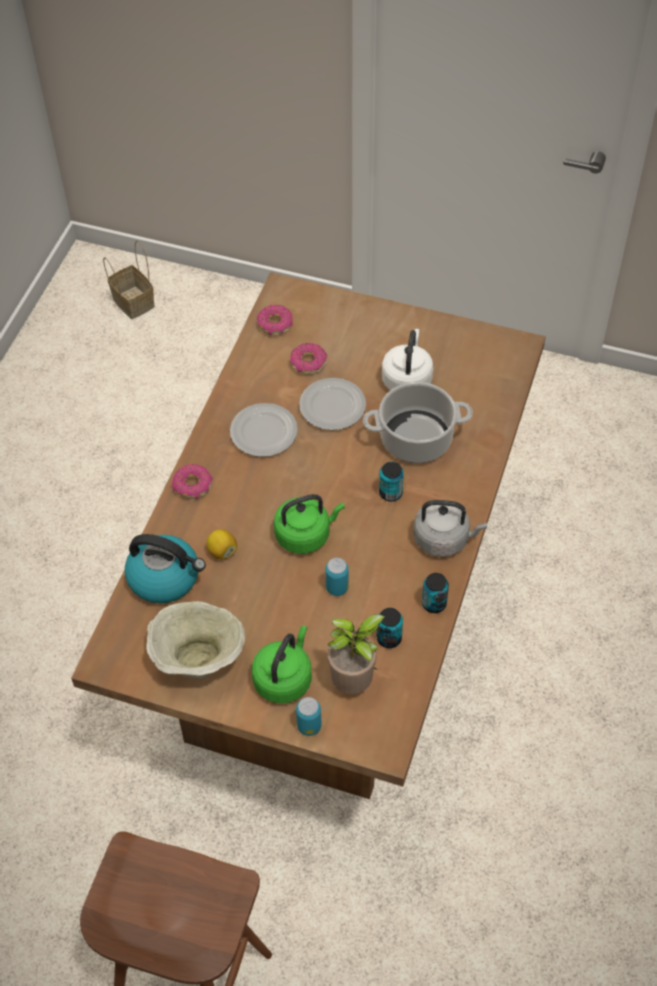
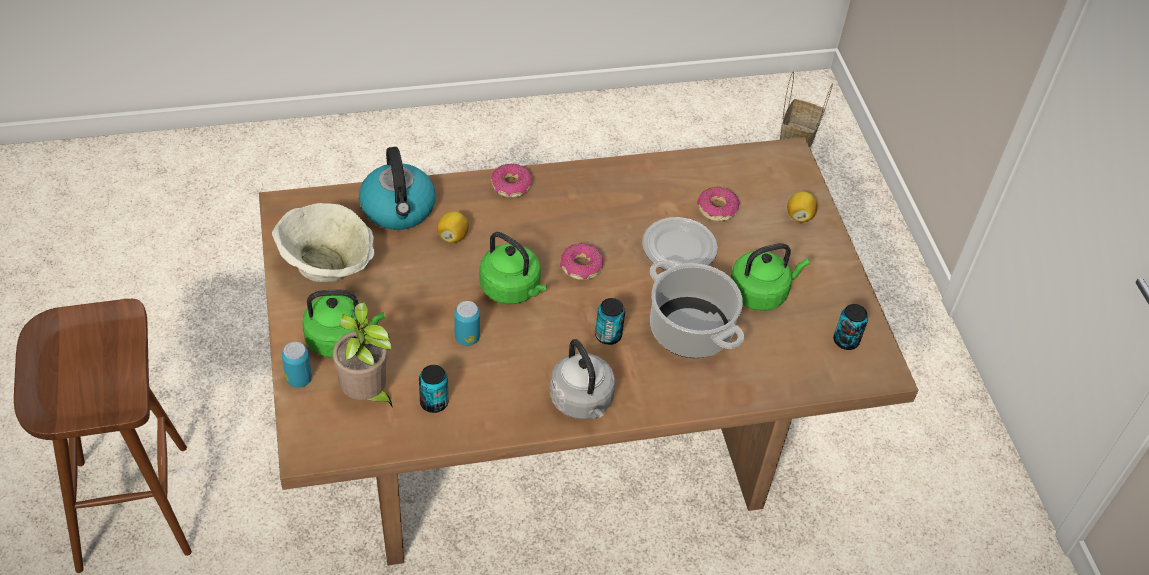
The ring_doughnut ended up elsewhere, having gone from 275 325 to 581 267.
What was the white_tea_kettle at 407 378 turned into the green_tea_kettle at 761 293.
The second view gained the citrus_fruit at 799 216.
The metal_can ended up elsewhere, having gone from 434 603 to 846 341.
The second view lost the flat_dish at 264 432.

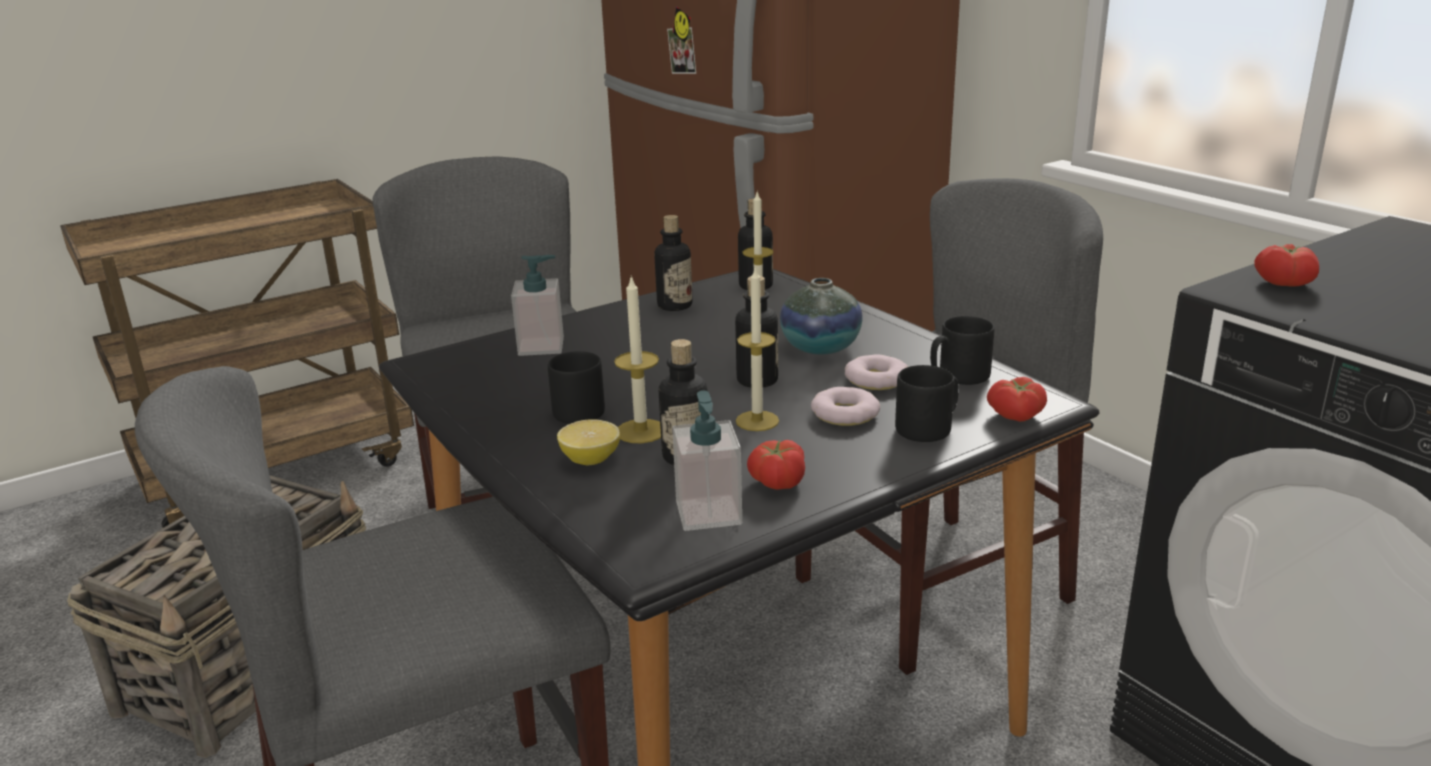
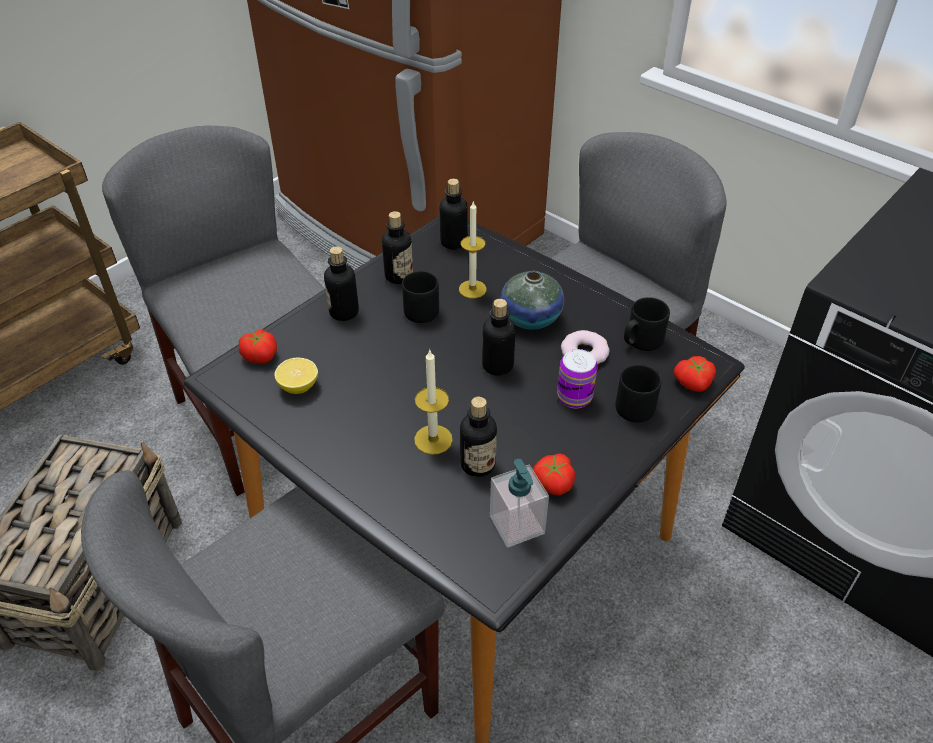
The tomato ended up elsewhere, having gone from 1285 282 to 261 355.
The citrus_fruit ended up elsewhere, having gone from 590 459 to 298 386.
The second view gained the drink_bottle at 344 312.
The black-coloured_mug ended up elsewhere, having gone from 579 410 to 420 309.
Where the ring_doughnut stood at 844 413, the metal_can came to stand at 574 397.
The second view lost the soap_bottle at 541 346.
The second view lost the wax_candle at 757 421.

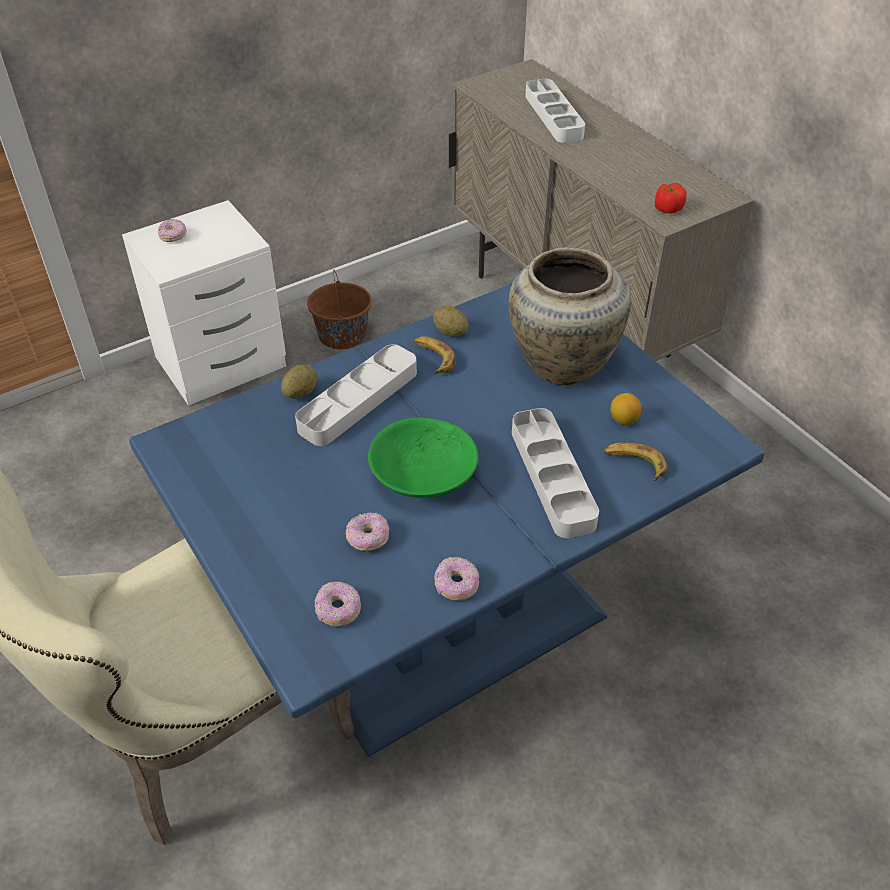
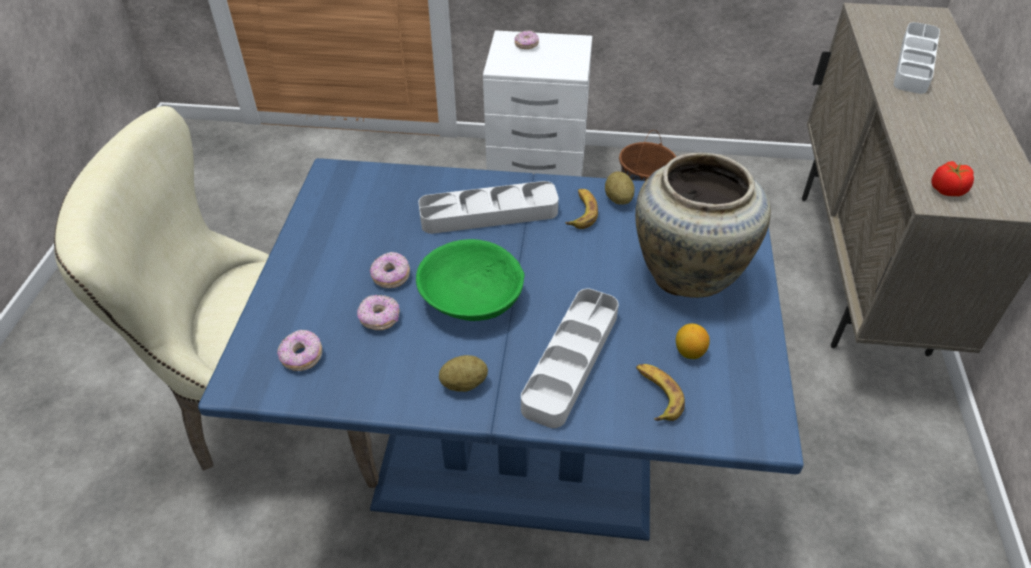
The ring_doughnut ended up elsewhere, having gone from 456 585 to 391 277.
The whole_potato ended up elsewhere, having gone from 300 392 to 464 384.

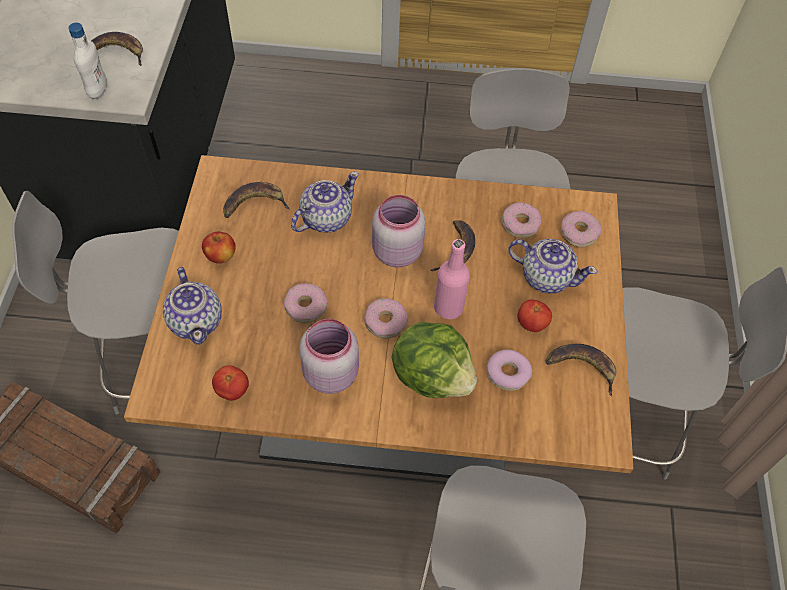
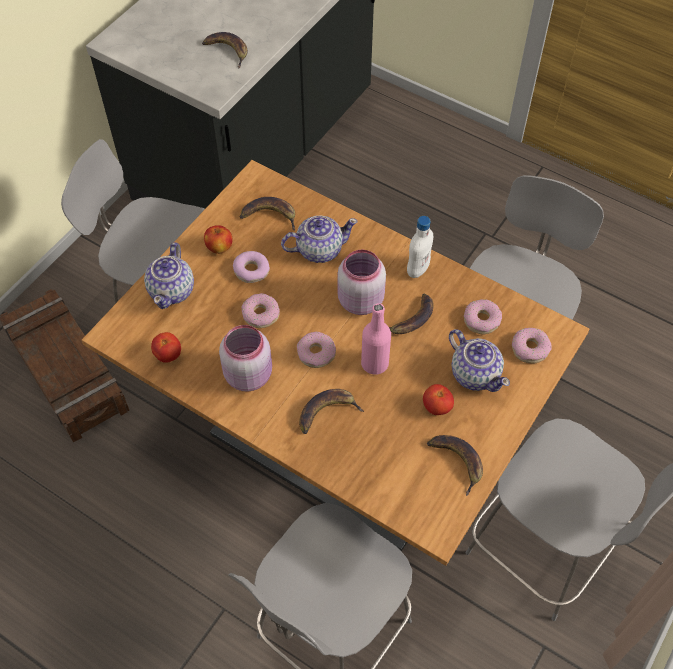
The ring_doughnut ended up elsewhere, having gone from 508 373 to 251 271.
Where the head_of_lettuce stood at 432 375, the banana_fruit came to stand at 327 412.
The white_drink_bottle ended up elsewhere, having gone from 98 91 to 417 269.

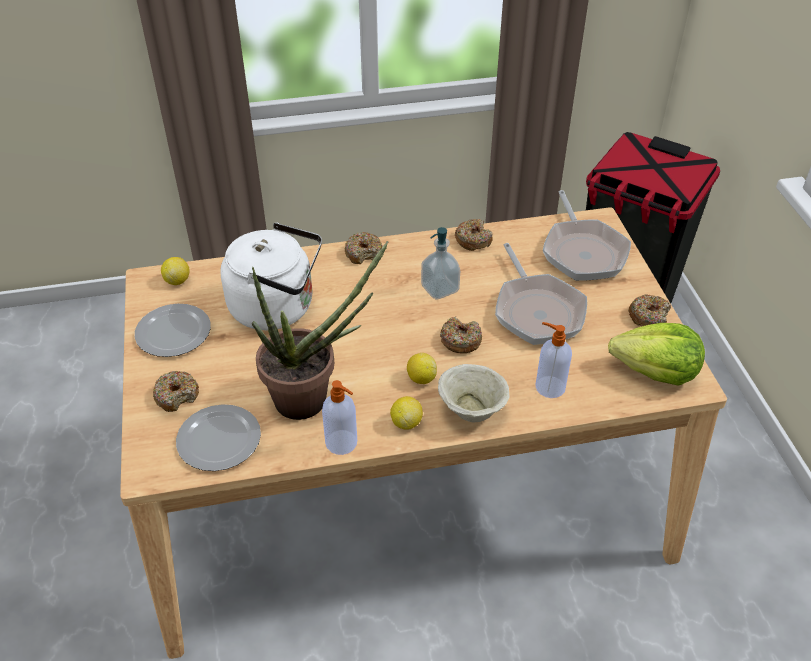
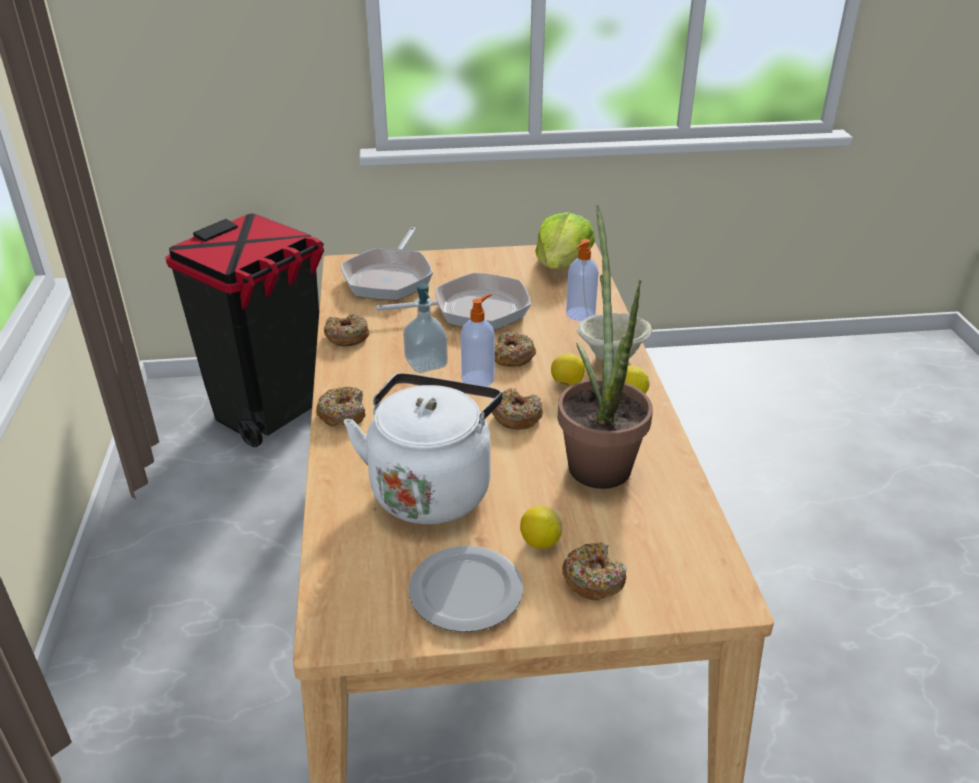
The frying_pan at 583 251 ended up facing another way, 105 degrees clockwise from before.
The soap_bottle ended up elsewhere, having gone from 342 443 to 478 379.
The ring_doughnut ended up elsewhere, having gone from 648 317 to 516 416.
The citrus_fruit ended up elsewhere, having gone from 177 280 to 540 542.
The second view lost the flat_dish at 219 441.

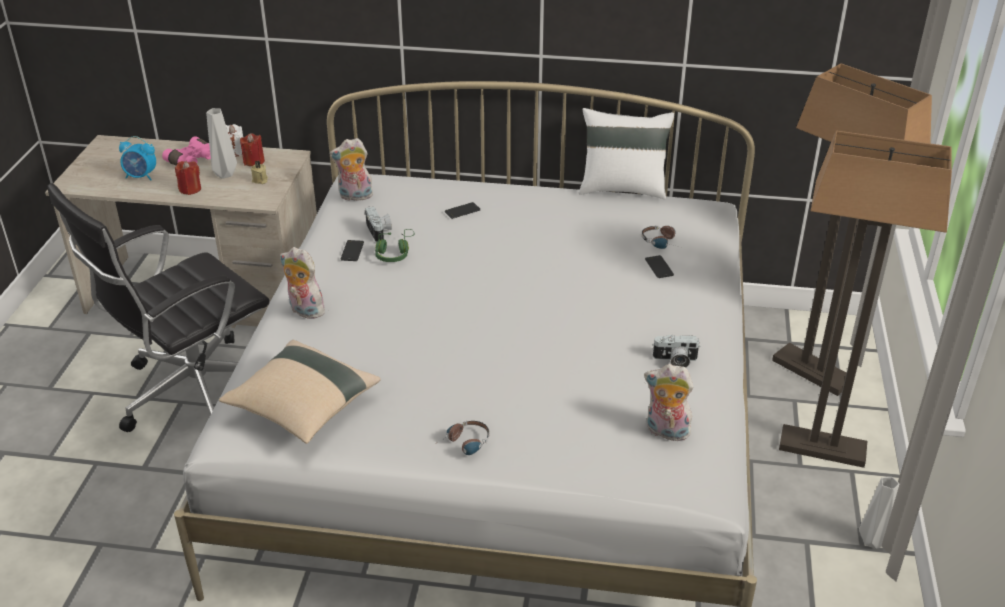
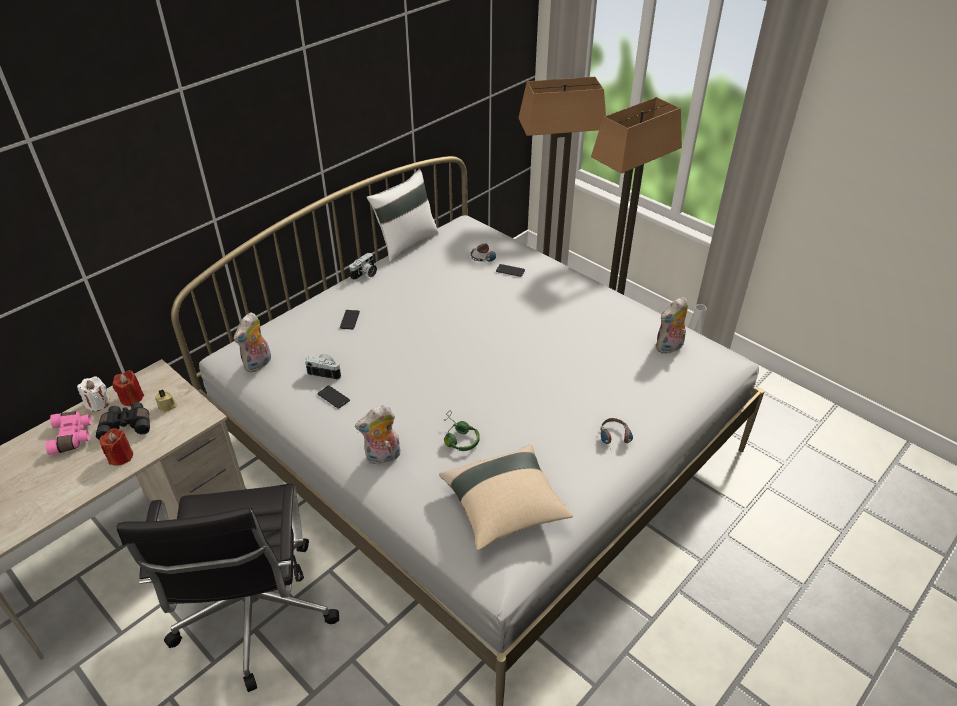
Where the gray_flower_vase stood at 223 175, the black-coloured_field_glasses came to stand at 127 425.
The photo_camera ended up elsewhere, having gone from 675 361 to 365 274.
The green_headset ended up elsewhere, having gone from 394 252 to 458 437.
The second view lost the alarm_clock at 141 176.

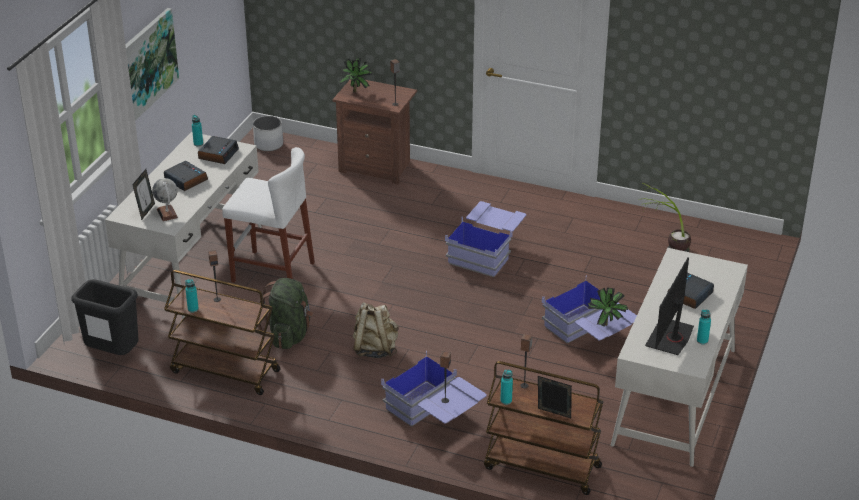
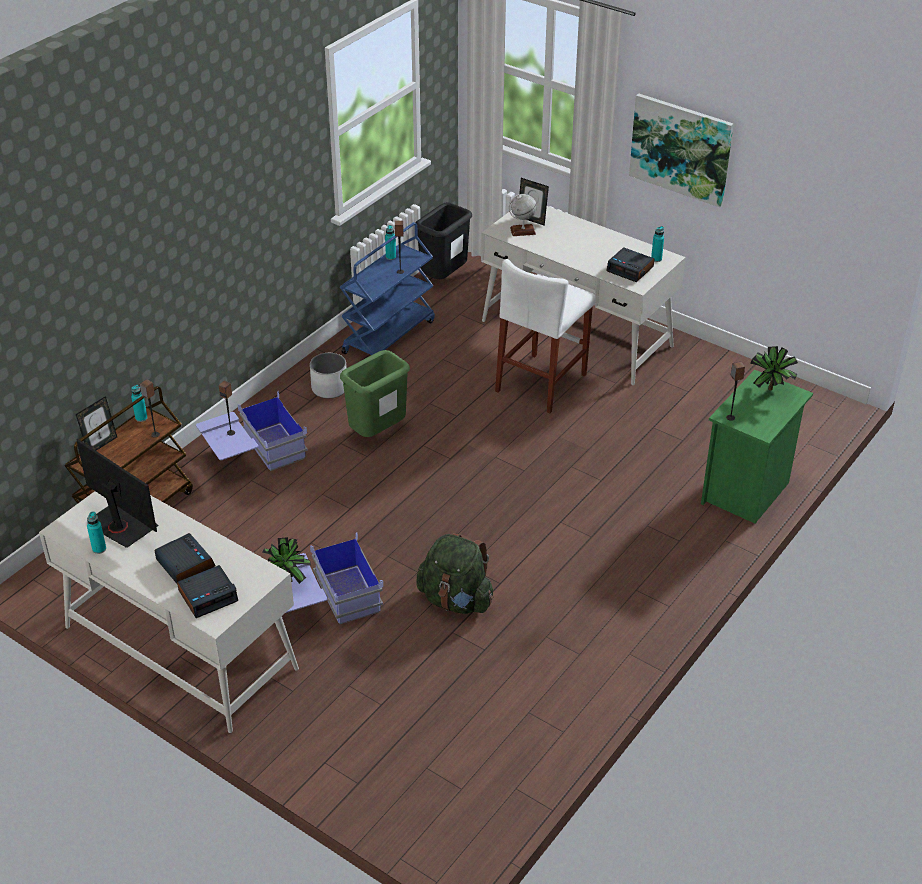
The alarm_clock ended up elsewhere, having gone from 185 180 to 208 595.
The white_plant_pot ended up elsewhere, having gone from 268 144 to 329 388.
What was the brown_wheeled_cart at 224 371 turned into the bluish_wheeled_cart at 388 336.
Where the beige-coloured_backpack stood at 375 349, the green_trash_can came to stand at 377 433.
The green_backpack ended up elsewhere, having gone from 288 335 to 456 600.
What was the brown_bedside_table at 377 167 turned into the green_bedside_table at 746 492.
The second view lost the bluish_storage_container at 486 252.
The second view lost the houseplant at 664 248.

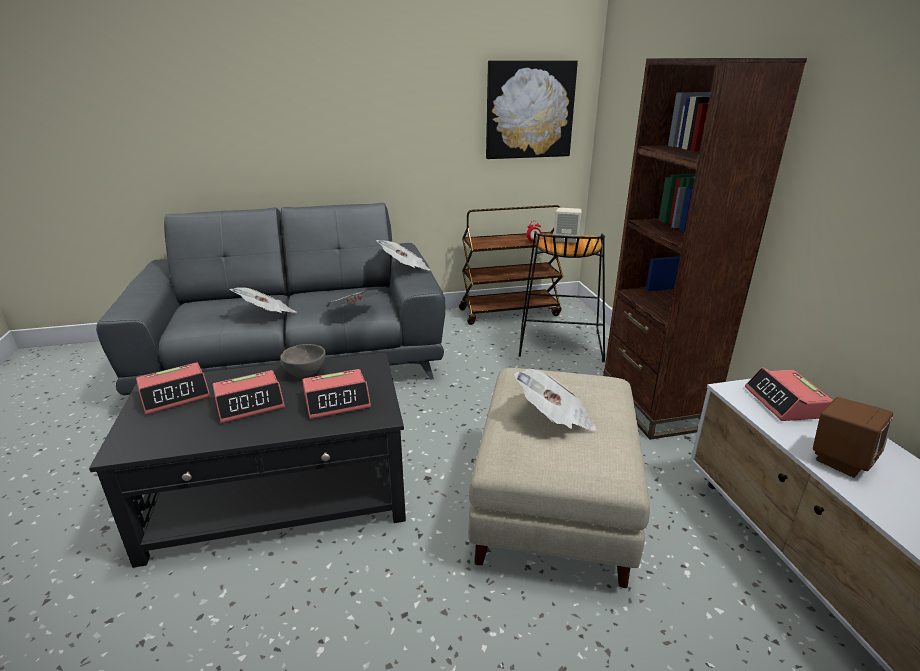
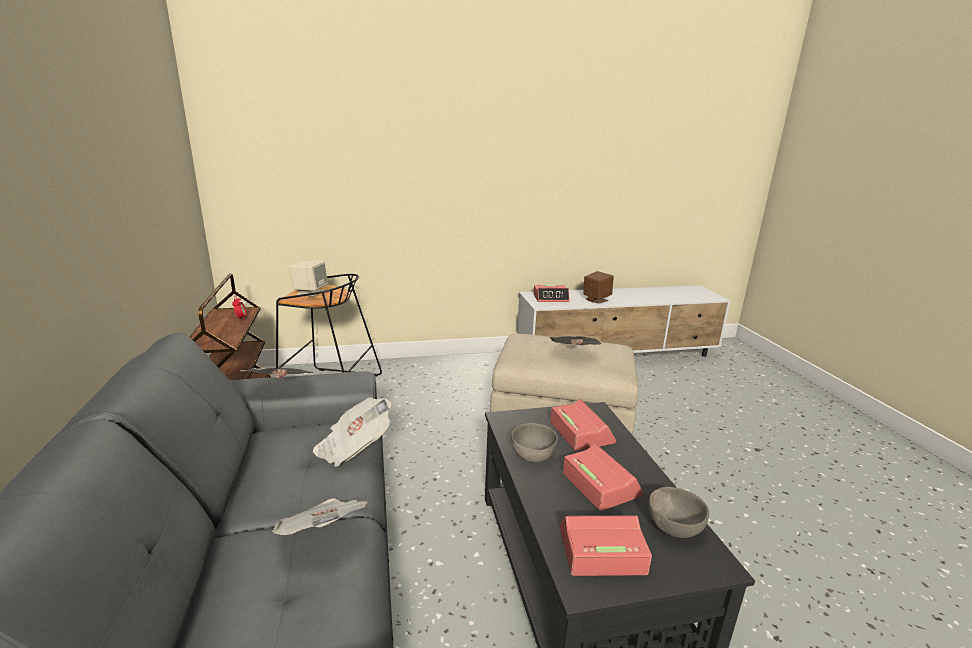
The alarm_clock at 175 395 ended up facing another way, 60 degrees counterclockwise from before.
The second view gained the gray_serving_bowl at 673 527.
The second view lost the wall_art at 529 110.
The second view lost the brown_shelving_unit at 654 406.

